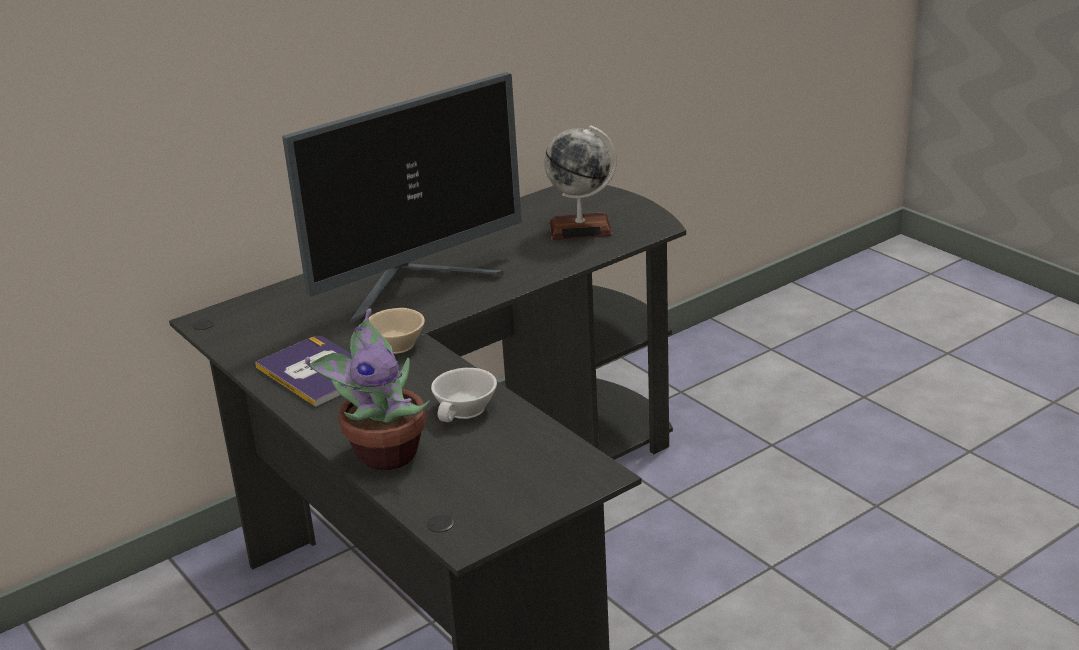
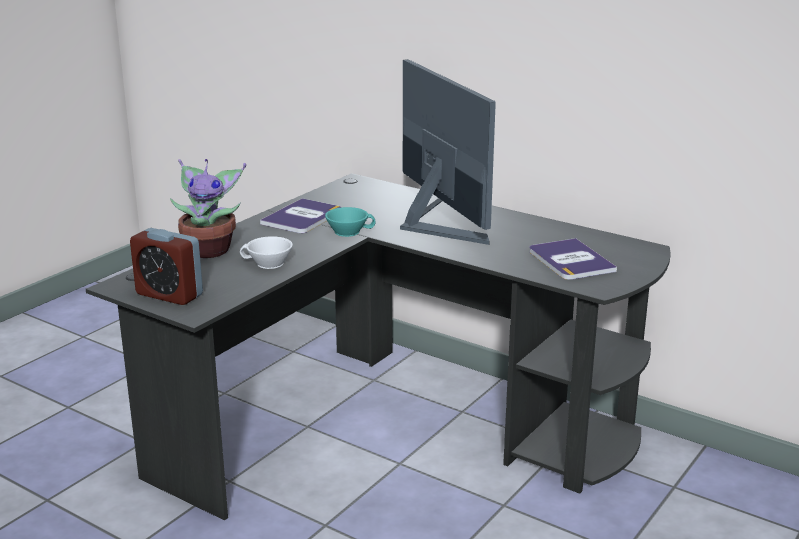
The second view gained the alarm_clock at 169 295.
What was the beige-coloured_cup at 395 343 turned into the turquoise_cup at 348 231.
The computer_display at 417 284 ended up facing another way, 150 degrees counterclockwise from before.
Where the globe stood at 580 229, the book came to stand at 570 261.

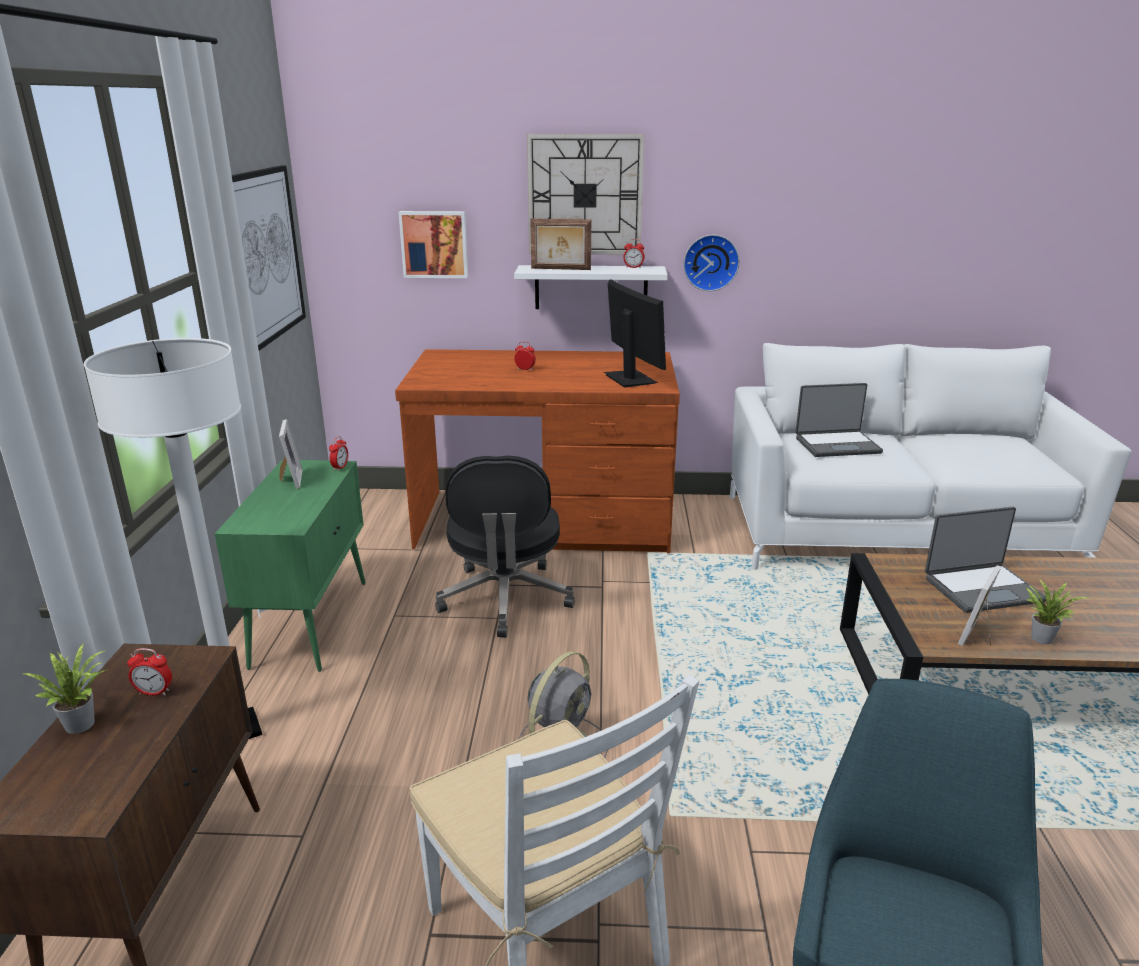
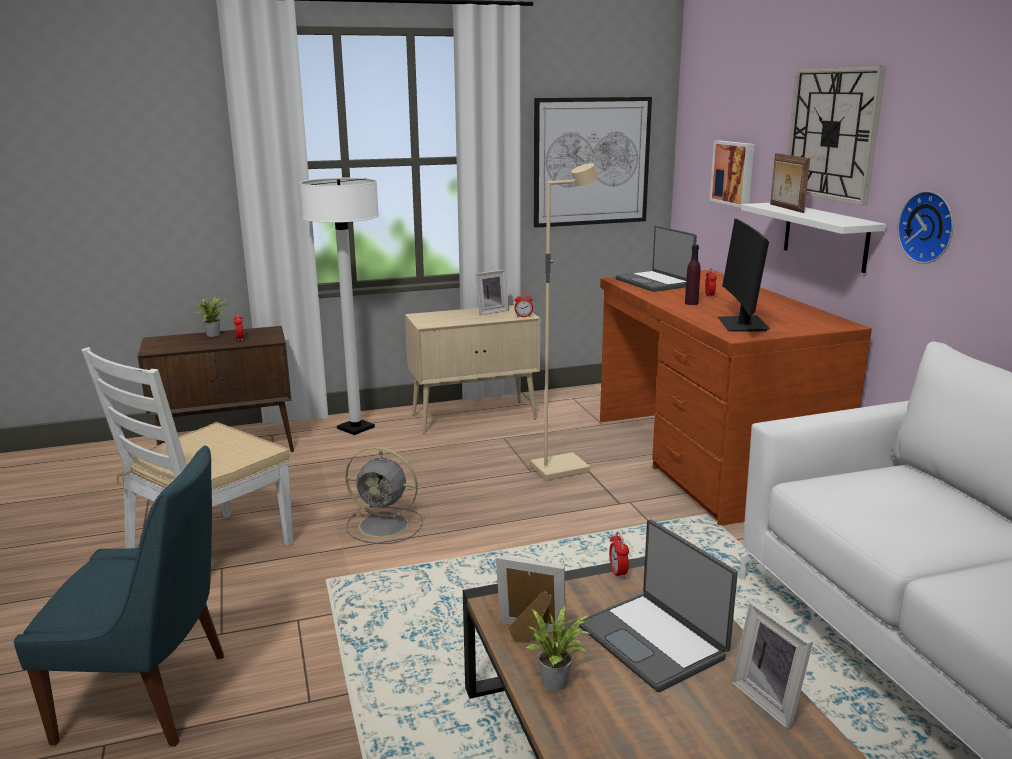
What was the green_cupboard at 311 622 turned into the beige-coloured_cupboard at 475 417.
Where the black-coloured_office_chair stood at 505 599, the beige-coloured_standard_lamp came to stand at 559 468.
The alarm_clock ended up elsewhere, having gone from 633 267 to 618 573.
The portable_computer ended up elsewhere, having gone from 837 445 to 654 283.
The second view gained the purple_drink_bottle at 691 303.
The computer_display at 630 379 ended up facing another way, 135 degrees clockwise from before.
The second view gained the picture_frame at 771 700.

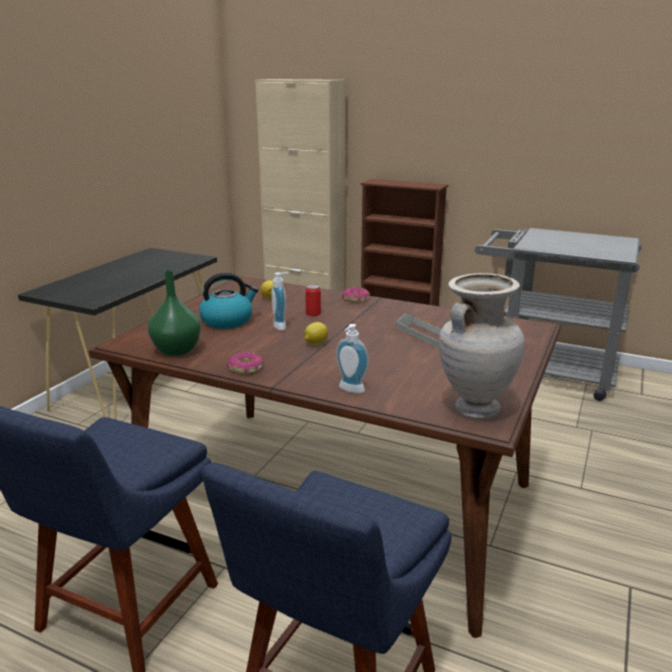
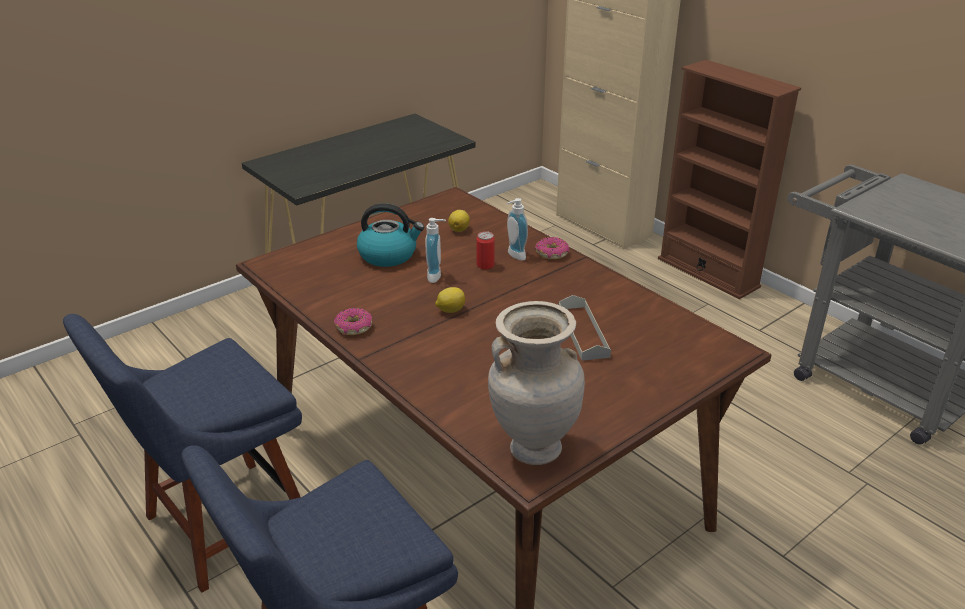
The soap_bottle ended up elsewhere, having gone from 350 390 to 514 256.
The second view lost the green_flower_vase at 176 351.

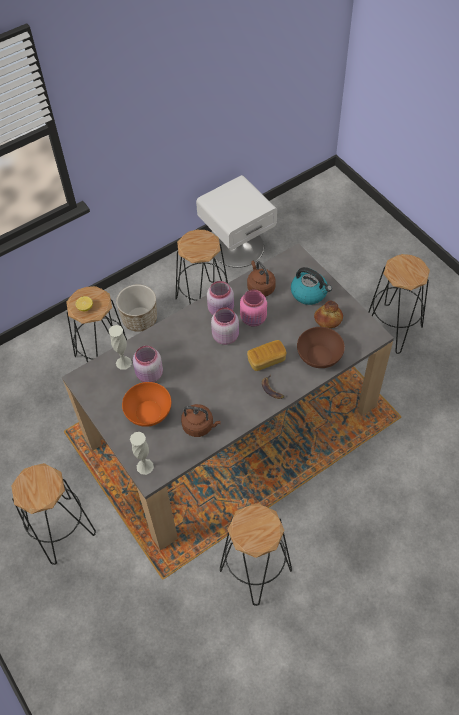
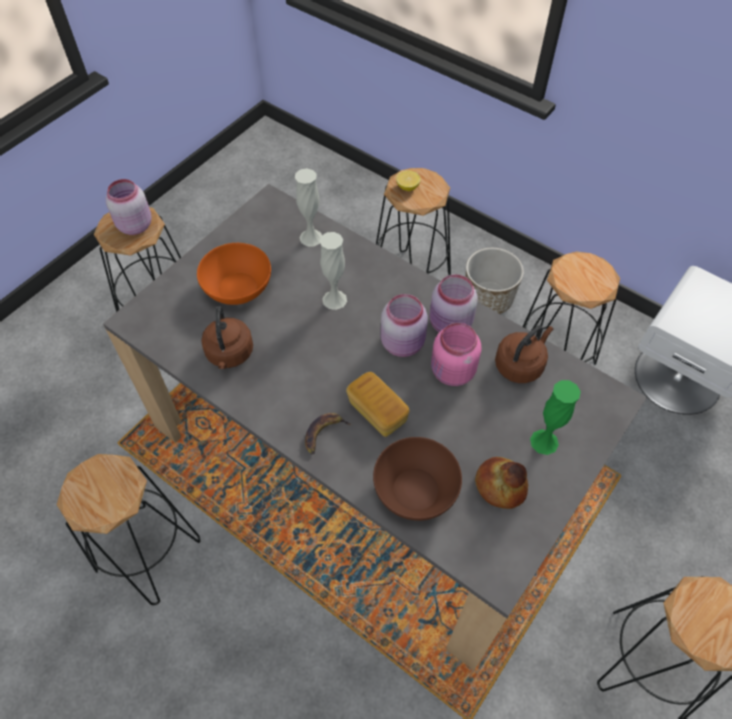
The pink_preserve_jar ended up elsewhere, having gone from 149 375 to 134 225.
The white_flower_vase ended up elsewhere, having gone from 145 466 to 334 299.
Where the tea_kettle stood at 309 293, the green_flower_vase came to stand at 544 442.

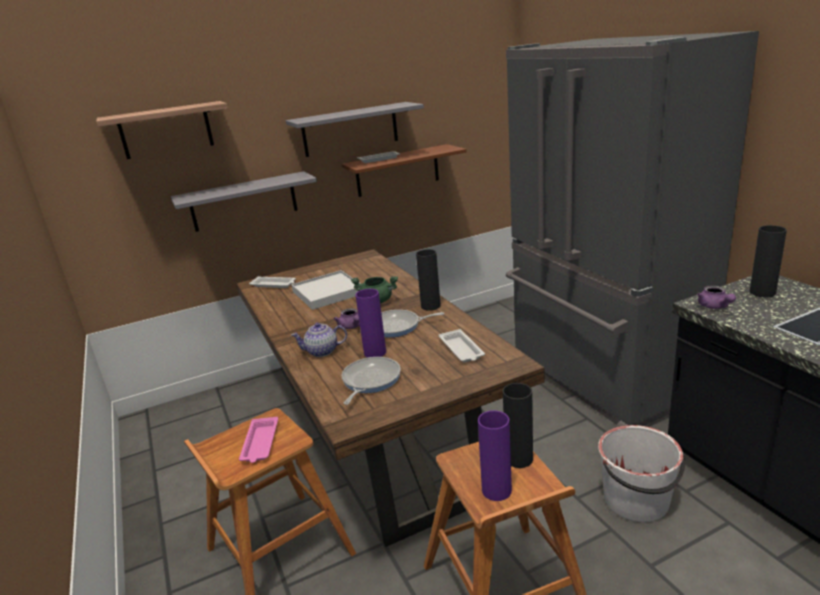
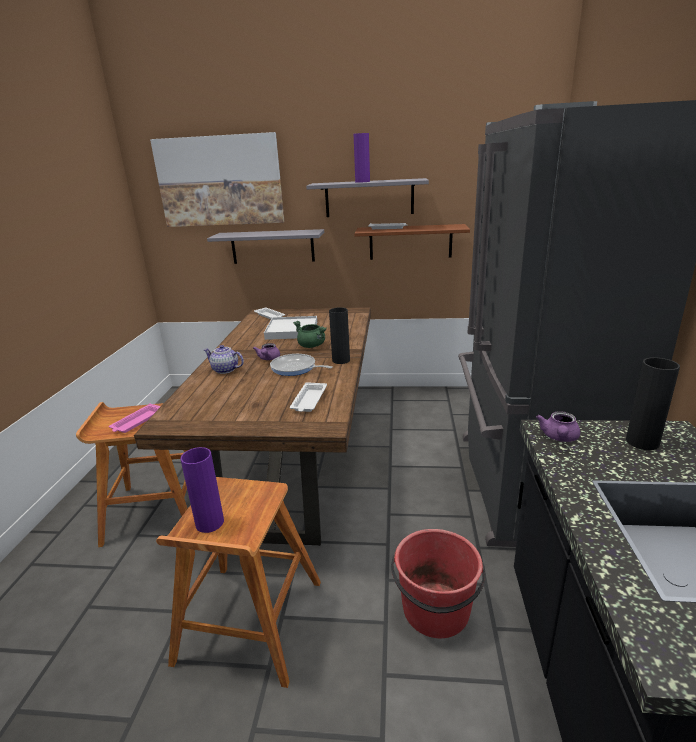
Where the bracket_shelf hung at 166 130, the wall_art came to hang at 220 181.
The purple_flower_vase ended up elsewhere, having gone from 375 353 to 362 182.
What was the white_pail at 637 501 turned into the reddish_pail at 436 611.
The second view lost the frying_pan at 369 381.
The second view lost the black-coloured_flower_vase at 519 459.

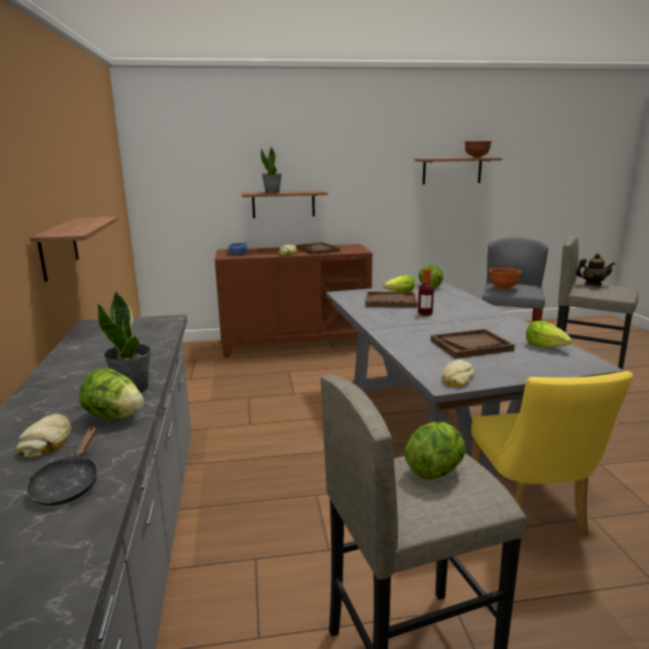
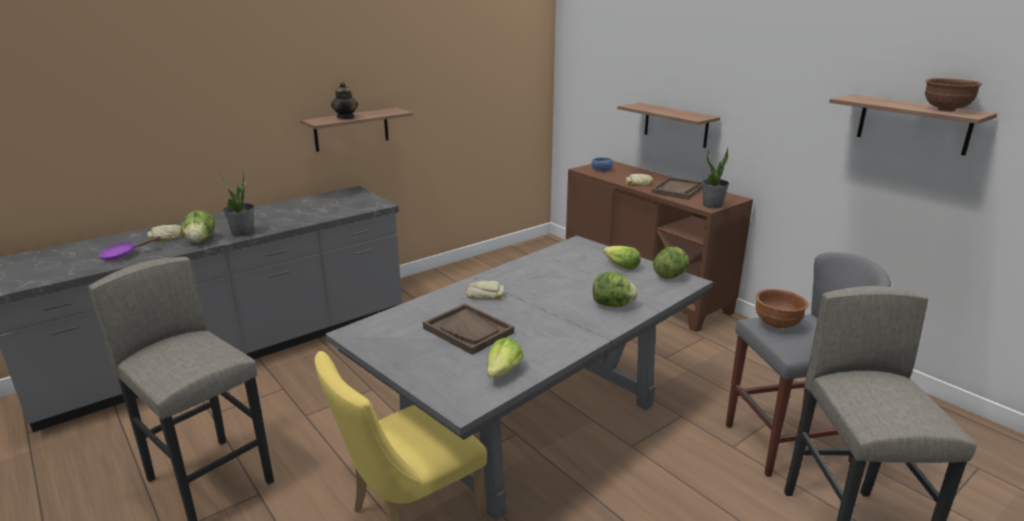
What was the black-coloured_frying_pan at 68 484 turned into the purple_frying_pan at 123 255.
The pot_for_tea ended up elsewhere, having gone from 592 284 to 346 117.
The bakery_bread ended up elsewhere, having gone from 456 379 to 485 294.
The head_of_lettuce ended up elsewhere, having gone from 435 470 to 612 305.
The houseplant ended up elsewhere, having gone from 272 192 to 712 205.
The second view lost the brown_carrying_tray at 390 301.
The second view lost the drink_bottle at 425 314.

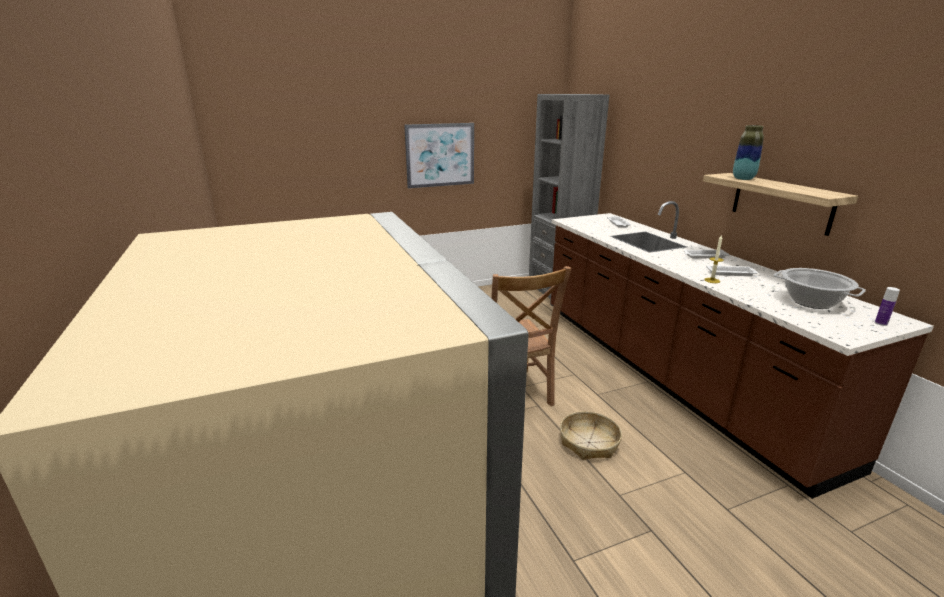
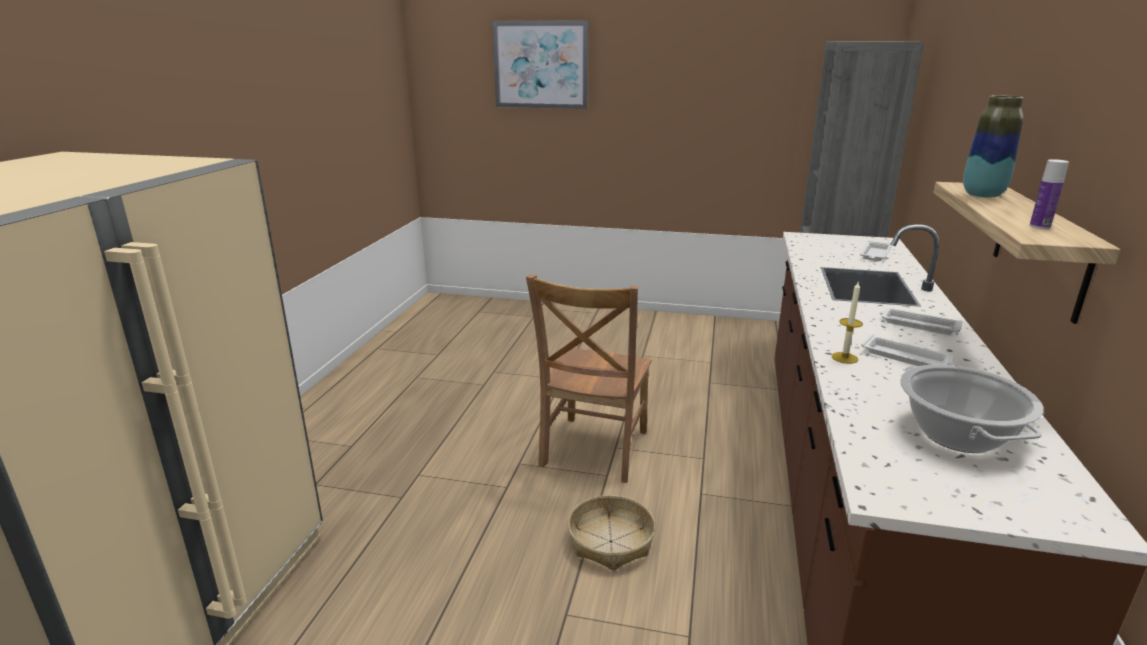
The wall_art ended up elsewhere, having gone from 440 155 to 541 65.
The drink_bottle ended up elsewhere, having gone from 881 323 to 1039 226.

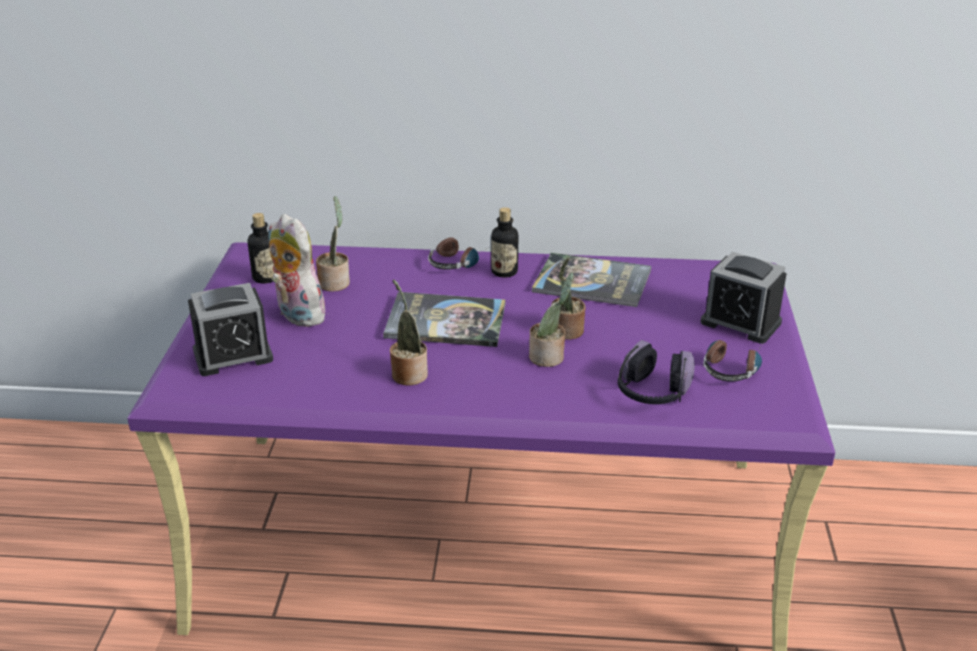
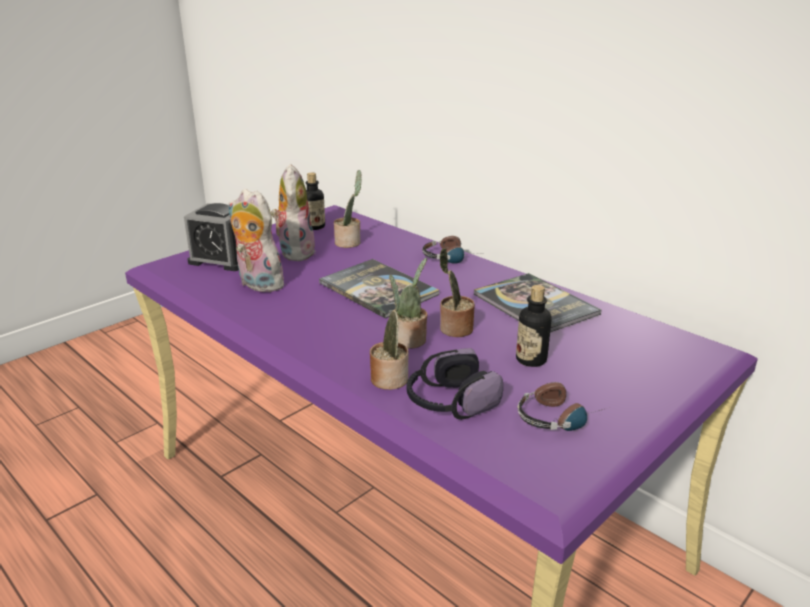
The second view gained the cuddly_toy at 257 284.
The houseplant ended up elsewhere, having gone from 408 374 to 390 377.
The drink_bottle ended up elsewhere, having gone from 504 272 to 531 359.
The second view lost the alarm_clock at 740 322.

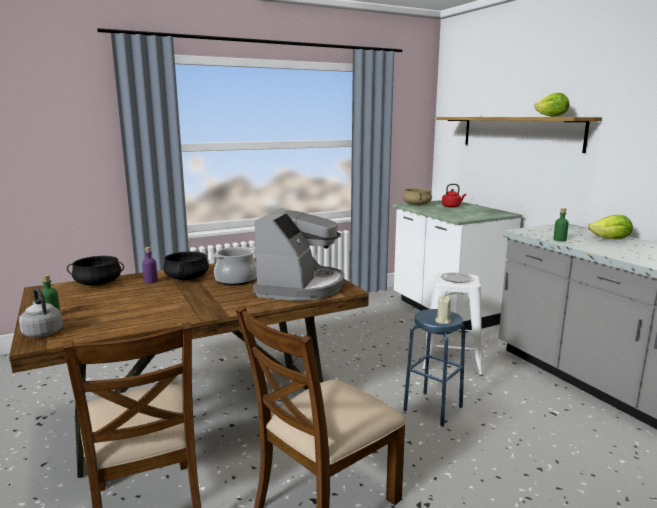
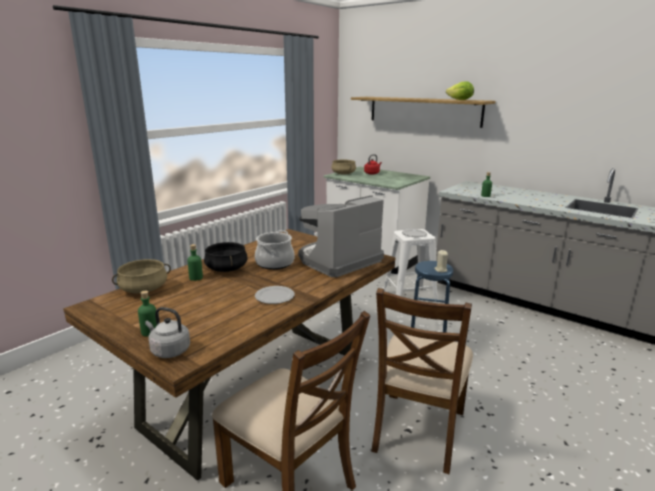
What was the black-coloured_cooking_pot at 98 283 turned into the beige-coloured_cooking_pot at 144 289.
What was the purple_drink_bottle at 150 281 turned into the green_drink_bottle at 196 278.
The second view gained the flat_dish at 275 297.
The coffee_brewer at 301 287 ended up facing another way, 120 degrees counterclockwise from before.
The second view lost the head_of_lettuce at 611 239.

